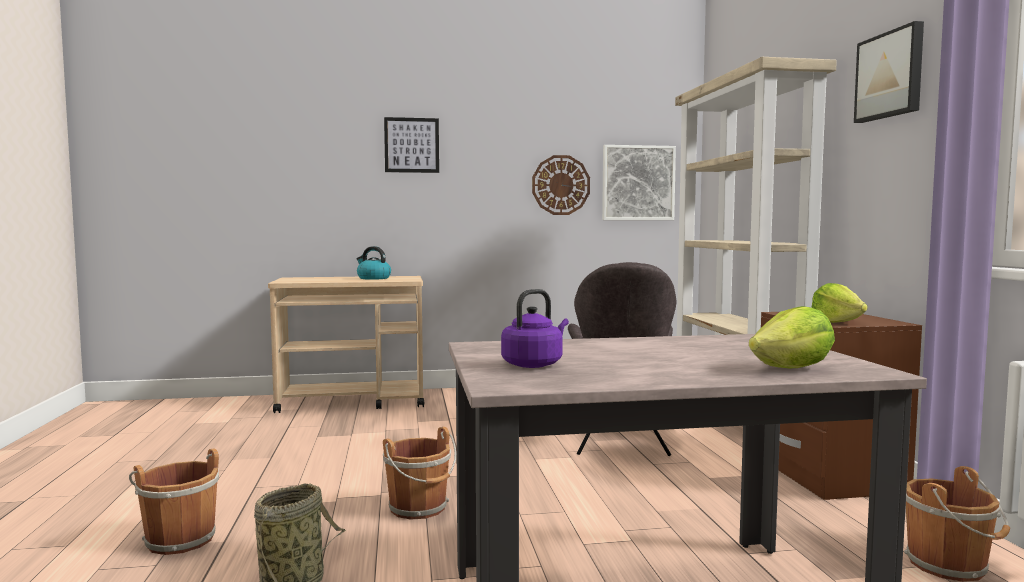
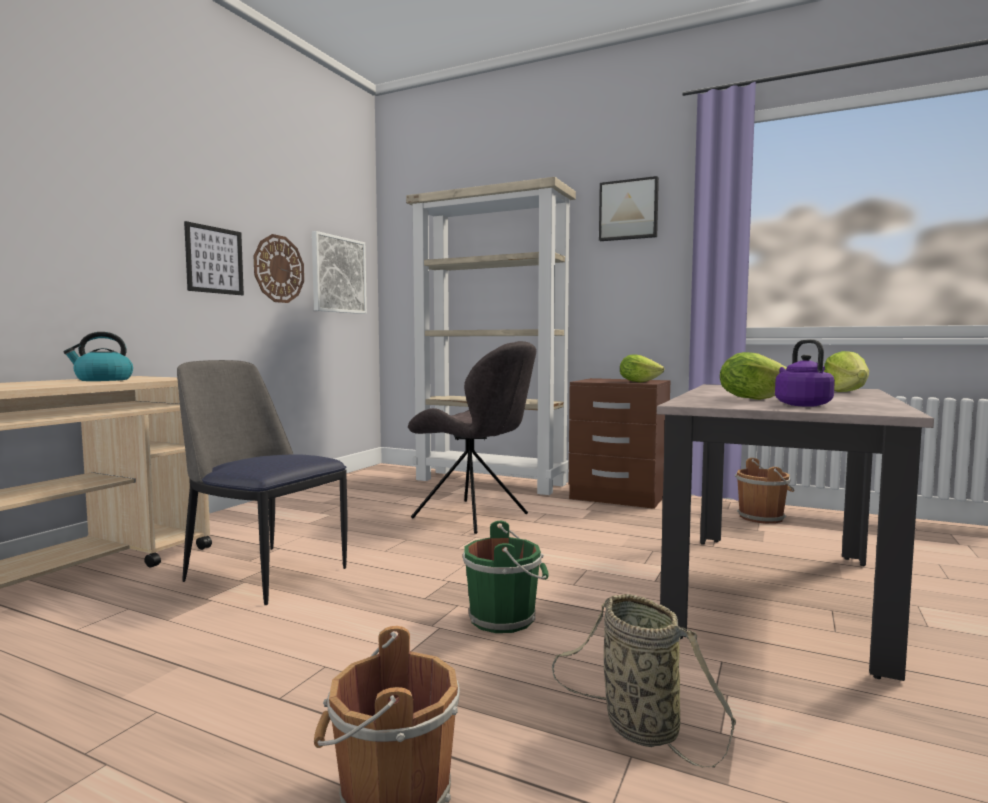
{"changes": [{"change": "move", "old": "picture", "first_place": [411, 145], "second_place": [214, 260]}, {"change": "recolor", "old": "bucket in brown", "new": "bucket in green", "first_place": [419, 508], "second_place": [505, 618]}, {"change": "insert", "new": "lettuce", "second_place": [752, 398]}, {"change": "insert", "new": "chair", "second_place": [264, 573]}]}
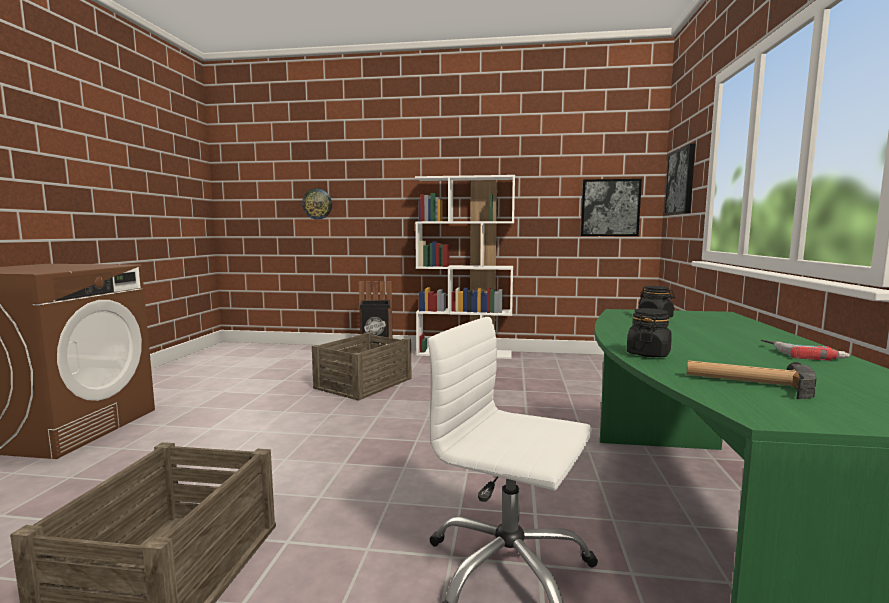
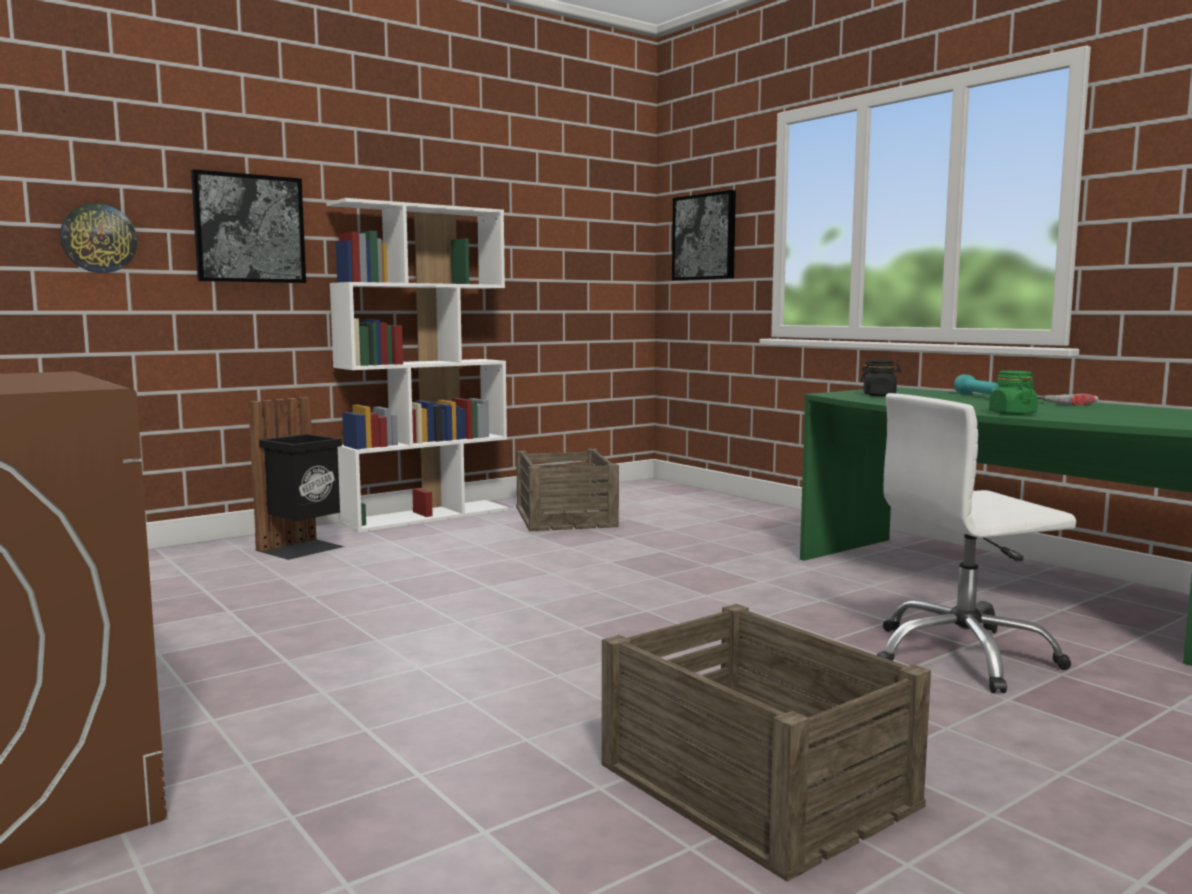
{"changes": [{"change": "move", "old": "picture", "first_place": [610, 208], "second_place": [249, 229]}, {"change": "recolor", "old": "jar in black", "new": "jar in green", "first_place": [648, 354], "second_place": [1012, 413]}, {"change": "move", "old": "crate", "first_place": [364, 383], "second_place": [566, 516]}, {"change": "delete", "old": "hammer", "first_place": [747, 382]}, {"change": "insert", "new": "flashlight in turquoise", "second_place": [979, 396]}]}
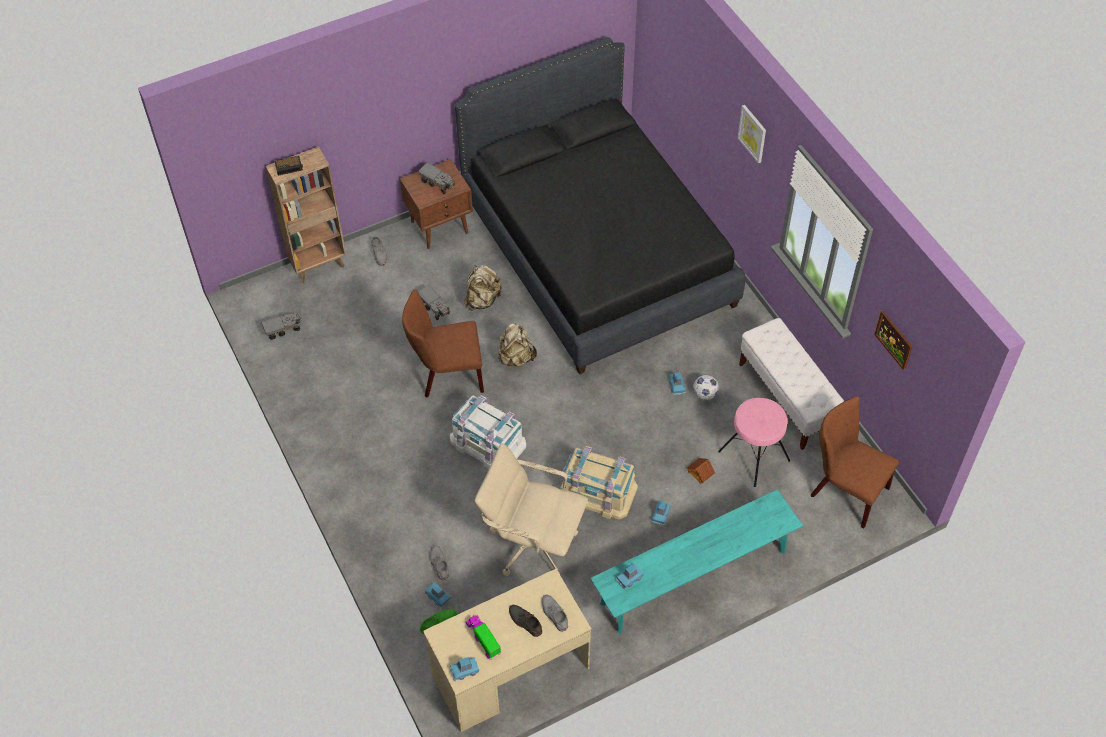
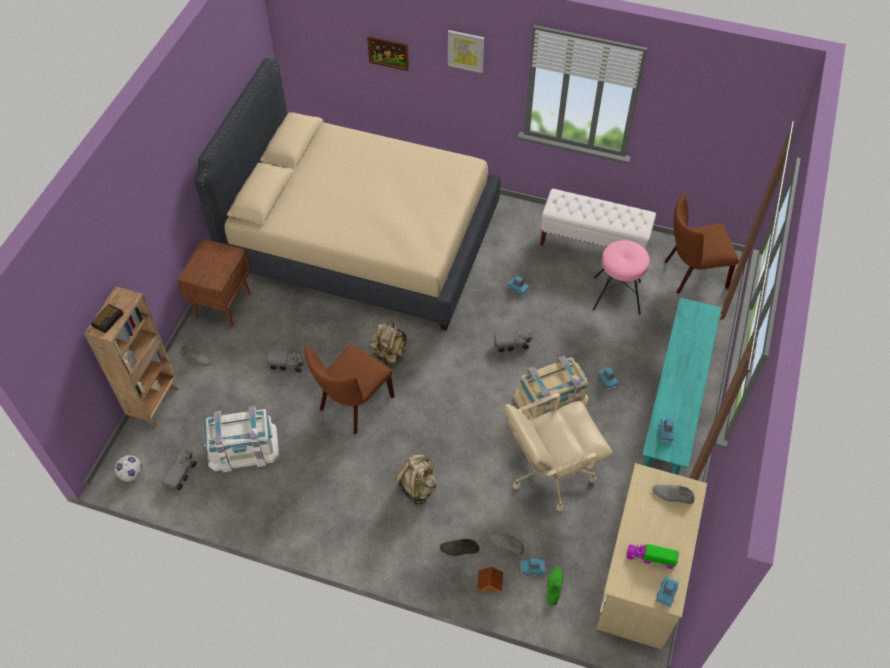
{"changes": [{"change": "recolor", "old": "bed in black", "new": "bed in beige", "first_place": [598, 252], "second_place": [362, 239]}, {"change": "move", "old": "toy truck", "first_place": [438, 183], "second_place": [512, 344]}, {"change": "move", "old": "backpack in beige", "first_place": [482, 300], "second_place": [418, 486]}, {"change": "move", "old": "picture", "first_place": [893, 340], "second_place": [388, 53]}, {"change": "move", "old": "football", "first_place": [705, 394], "second_place": [132, 474]}, {"change": "move", "old": "storage box in white", "first_place": [487, 442], "second_place": [243, 447]}, {"change": "move", "old": "toy house", "first_place": [700, 473], "second_place": [489, 583]}, {"change": "move", "old": "shoe in grey", "first_place": [525, 621], "second_place": [459, 549]}]}
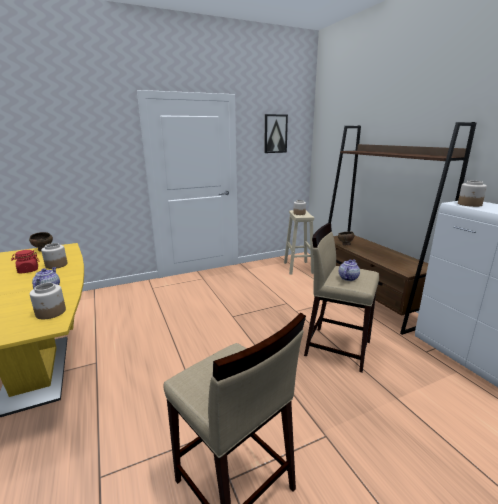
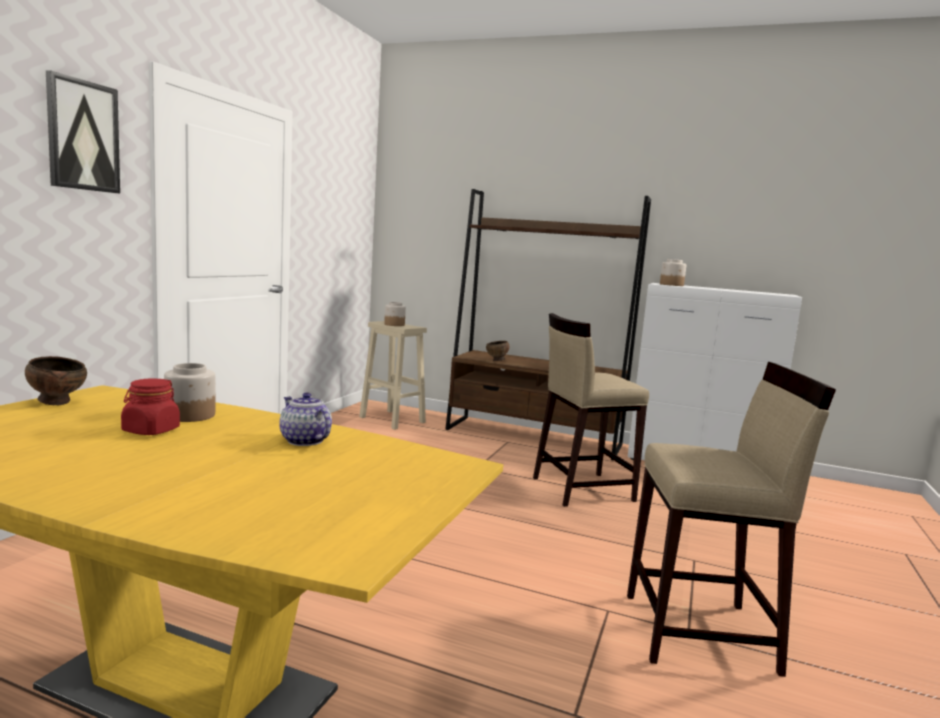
{"changes": [{"change": "move", "old": "picture", "first_place": [275, 133], "second_place": [83, 135]}, {"change": "delete", "old": "teapot", "first_place": [348, 278]}, {"change": "delete", "old": "jar", "first_place": [51, 312]}]}
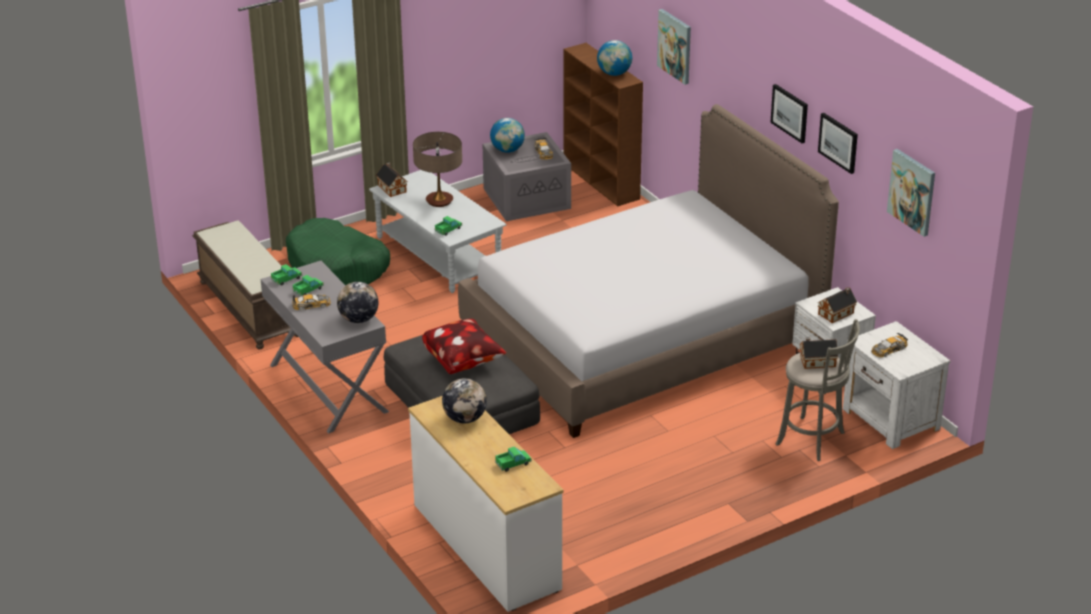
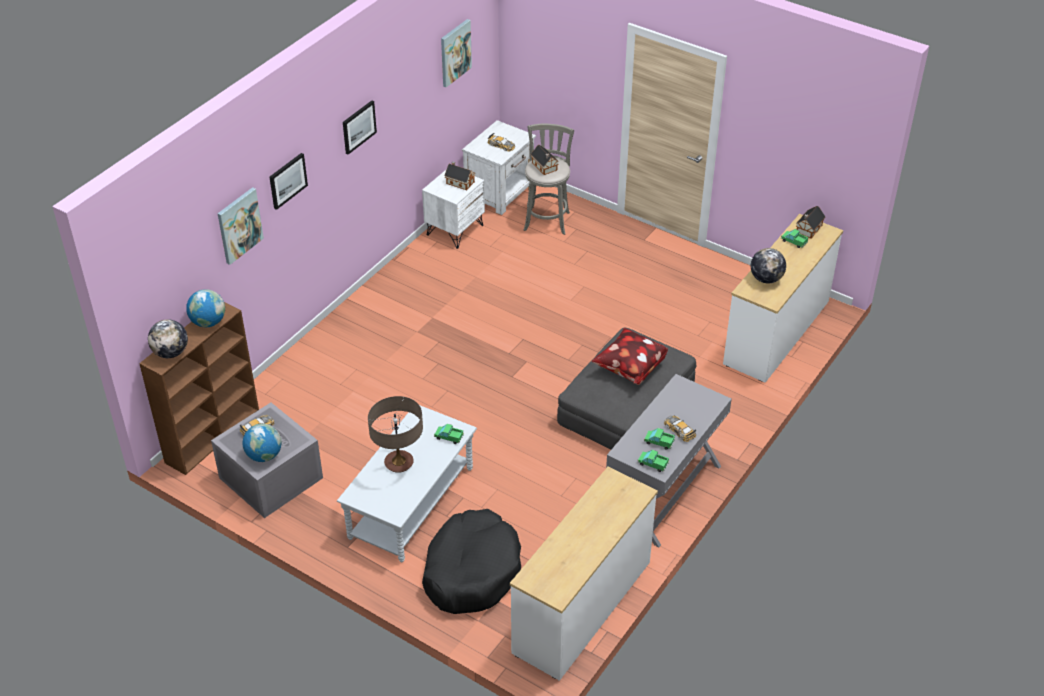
{"changes": [{"change": "delete", "old": "bed", "first_place": [643, 338]}, {"change": "move", "old": "picture", "first_place": [838, 142], "second_place": [287, 180]}, {"change": "move", "old": "toy house", "first_place": [392, 188], "second_place": [808, 229]}, {"change": "recolor", "old": "dog bed in green", "new": "dog bed in black", "first_place": [338, 267], "second_place": [471, 571]}, {"change": "replace", "old": "bench in brown", "new": "dresser in white", "first_place": [248, 308], "second_place": [583, 607]}, {"change": "move", "old": "globe", "first_place": [358, 319], "second_place": [171, 353]}]}
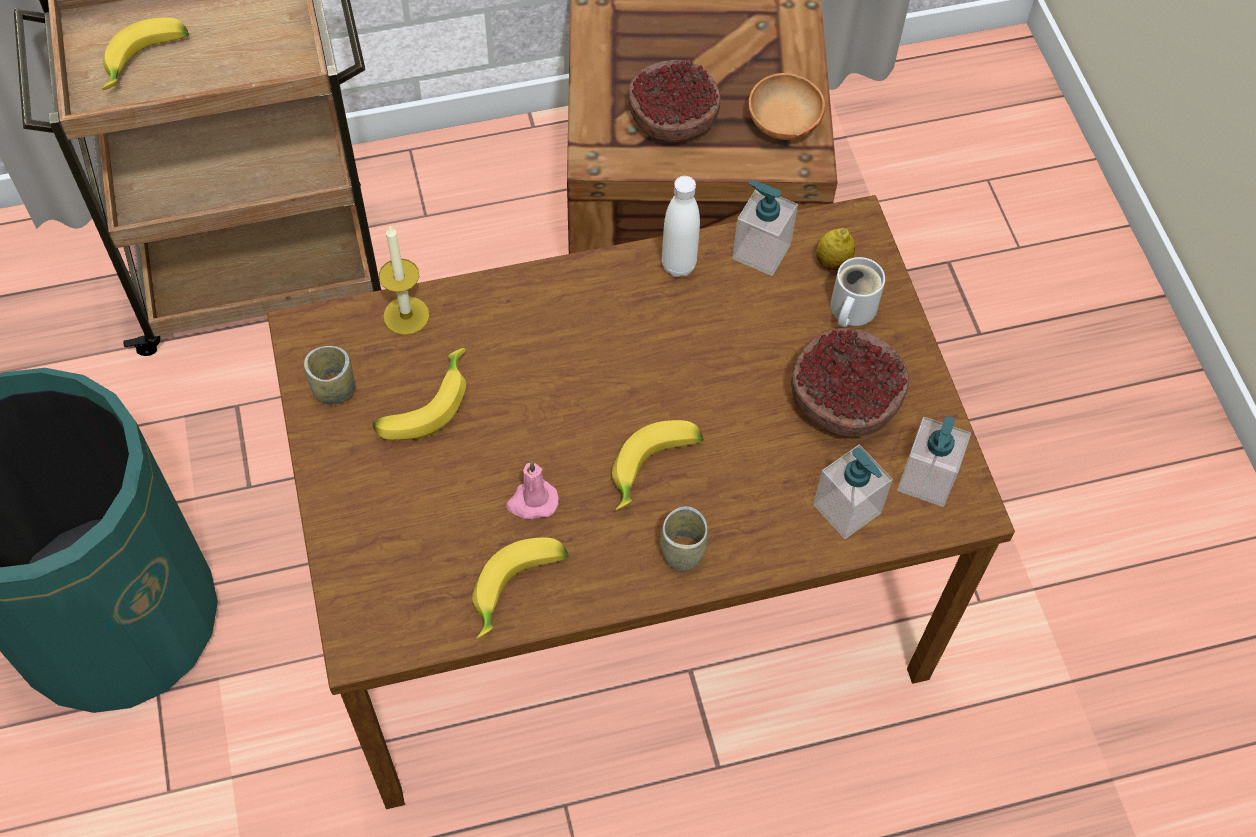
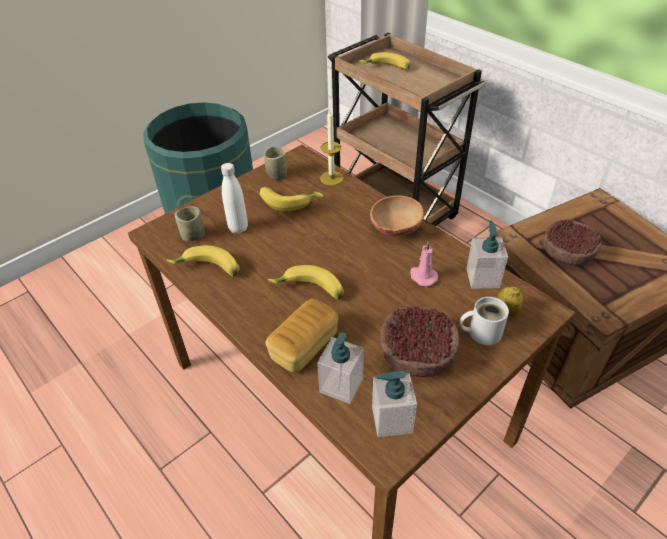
{"changes": [{"change": "move", "old": "bowl in brown", "first_place": [782, 125], "second_place": [394, 229]}, {"change": "move", "old": "bottle in white", "first_place": [678, 265], "second_place": [238, 228]}, {"change": "move", "old": "candle in pink", "first_place": [532, 502], "second_place": [422, 276]}, {"change": "move", "old": "cup", "first_place": [682, 552], "second_place": [193, 235]}, {"change": "insert", "new": "bread", "second_place": [304, 346]}]}
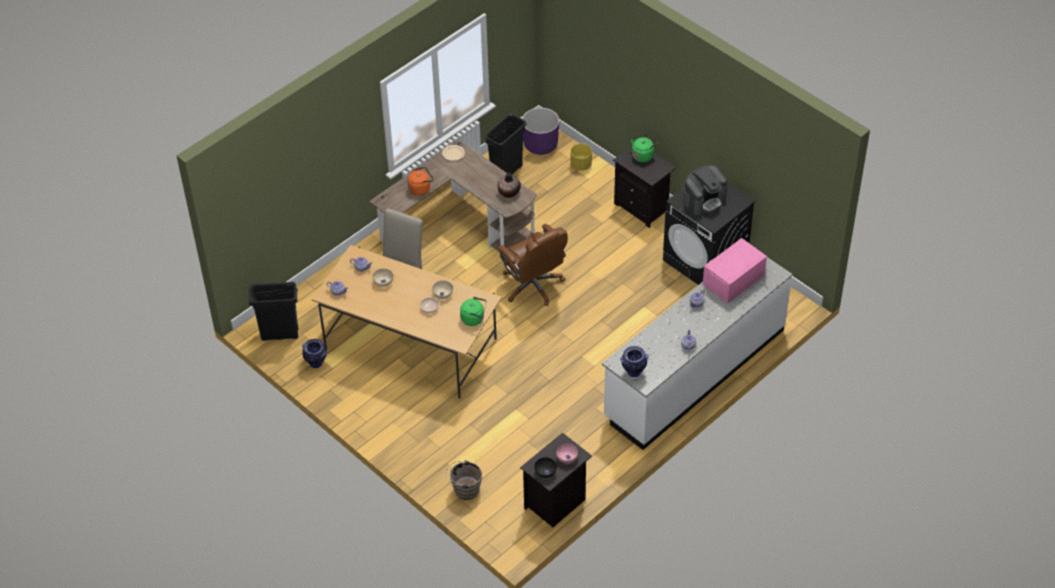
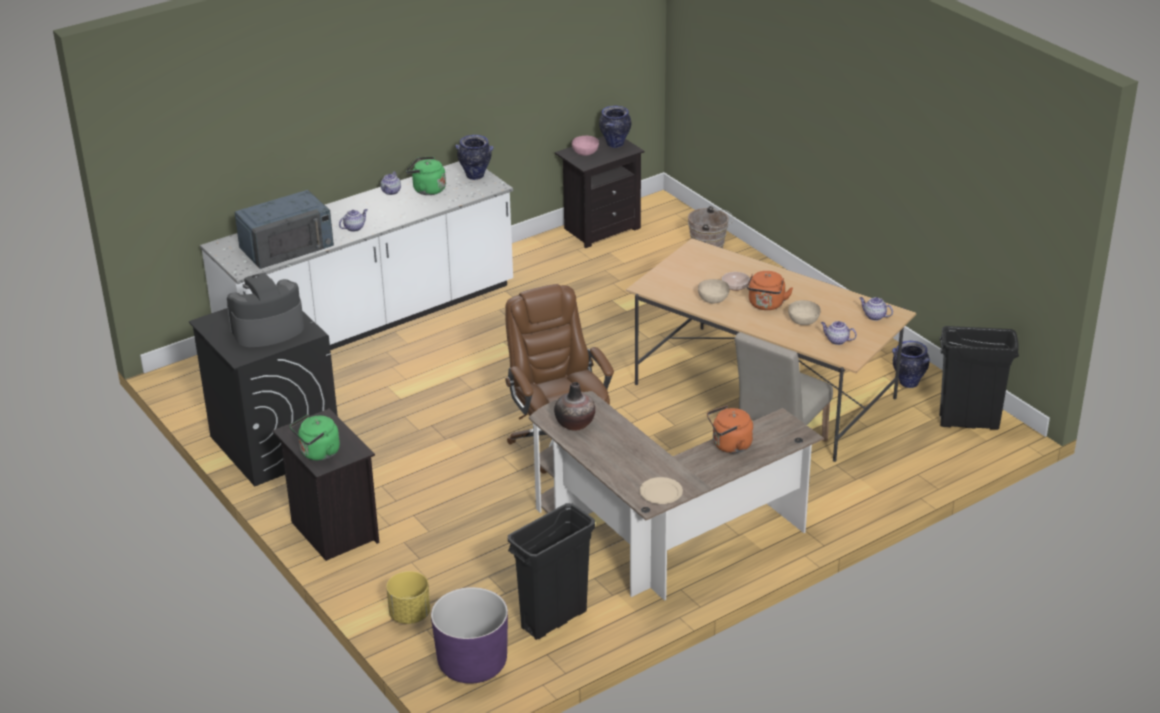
{"changes": [{"change": "recolor", "old": "microwave in pink", "new": "microwave in blue", "first_place": [733, 280], "second_place": [287, 246]}, {"change": "move", "old": "kettle in green", "first_place": [474, 319], "second_place": [427, 189]}, {"change": "replace", "old": "bowl in black", "new": "vase", "first_place": [545, 472], "second_place": [615, 144]}, {"change": "insert", "new": "kettle in orange", "second_place": [766, 305]}]}
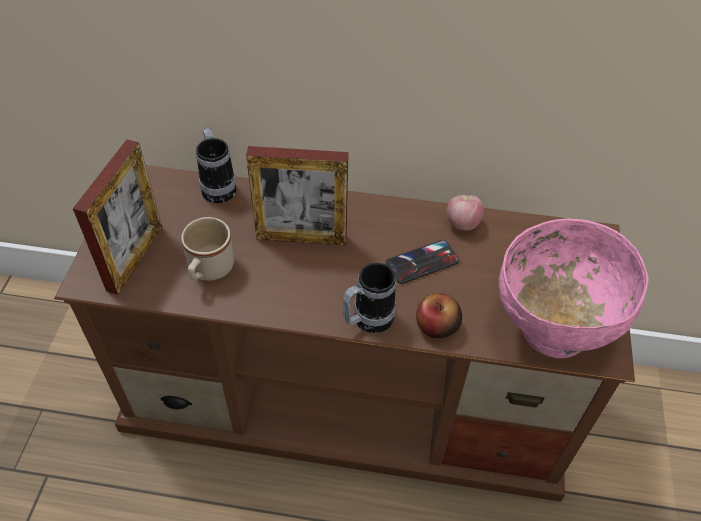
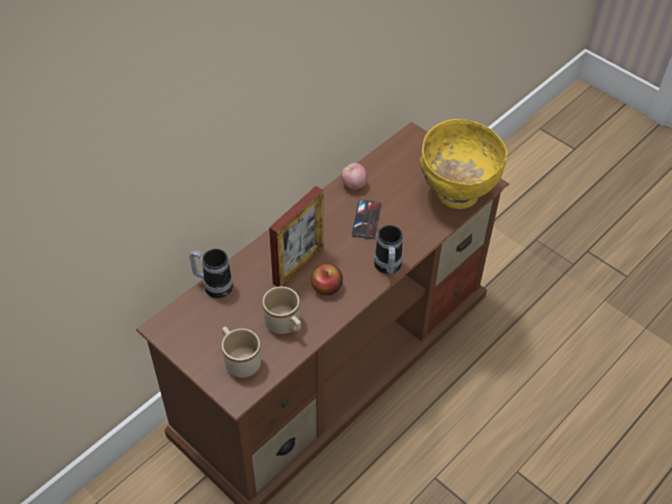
{"changes": [{"change": "replace", "old": "picture frame", "new": "mug in beige", "first_place": [135, 258], "second_place": [239, 360]}, {"change": "recolor", "old": "bowl in pink", "new": "bowl in yellow", "first_place": [551, 329], "second_place": [456, 194]}, {"change": "move", "old": "apple", "first_place": [437, 326], "second_place": [327, 287]}]}
